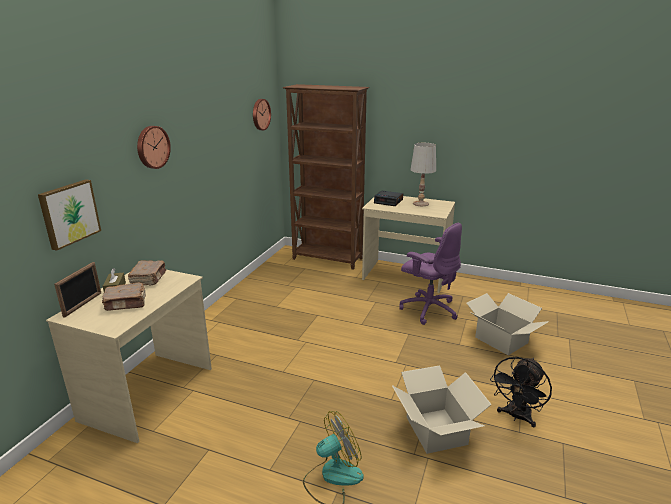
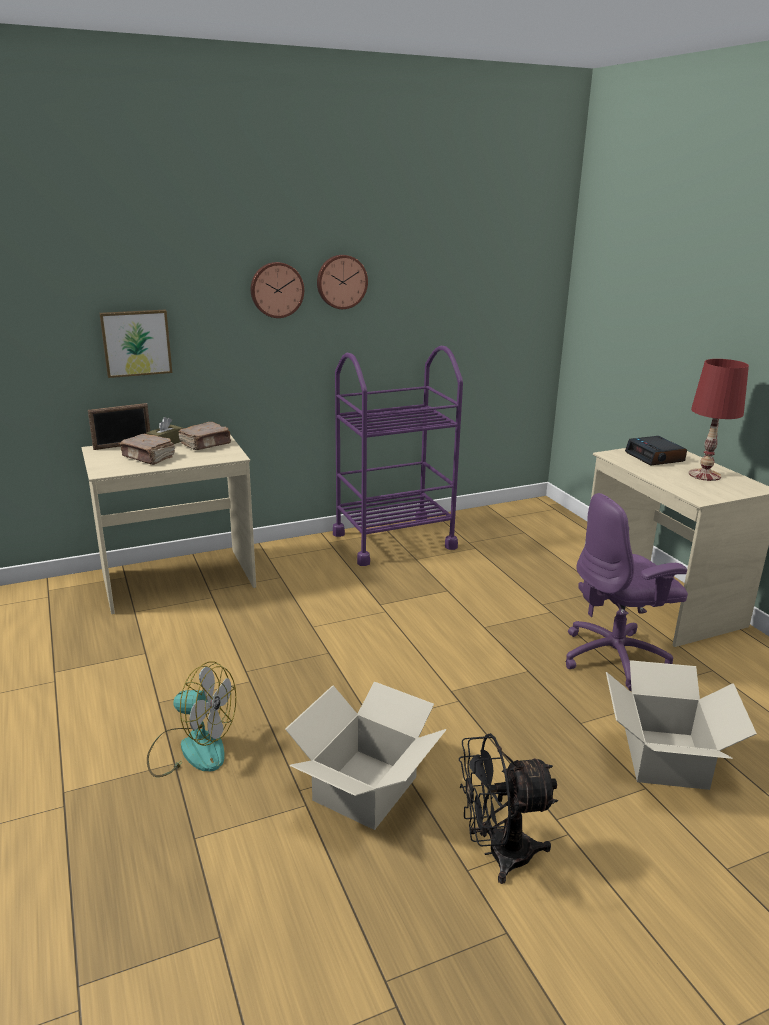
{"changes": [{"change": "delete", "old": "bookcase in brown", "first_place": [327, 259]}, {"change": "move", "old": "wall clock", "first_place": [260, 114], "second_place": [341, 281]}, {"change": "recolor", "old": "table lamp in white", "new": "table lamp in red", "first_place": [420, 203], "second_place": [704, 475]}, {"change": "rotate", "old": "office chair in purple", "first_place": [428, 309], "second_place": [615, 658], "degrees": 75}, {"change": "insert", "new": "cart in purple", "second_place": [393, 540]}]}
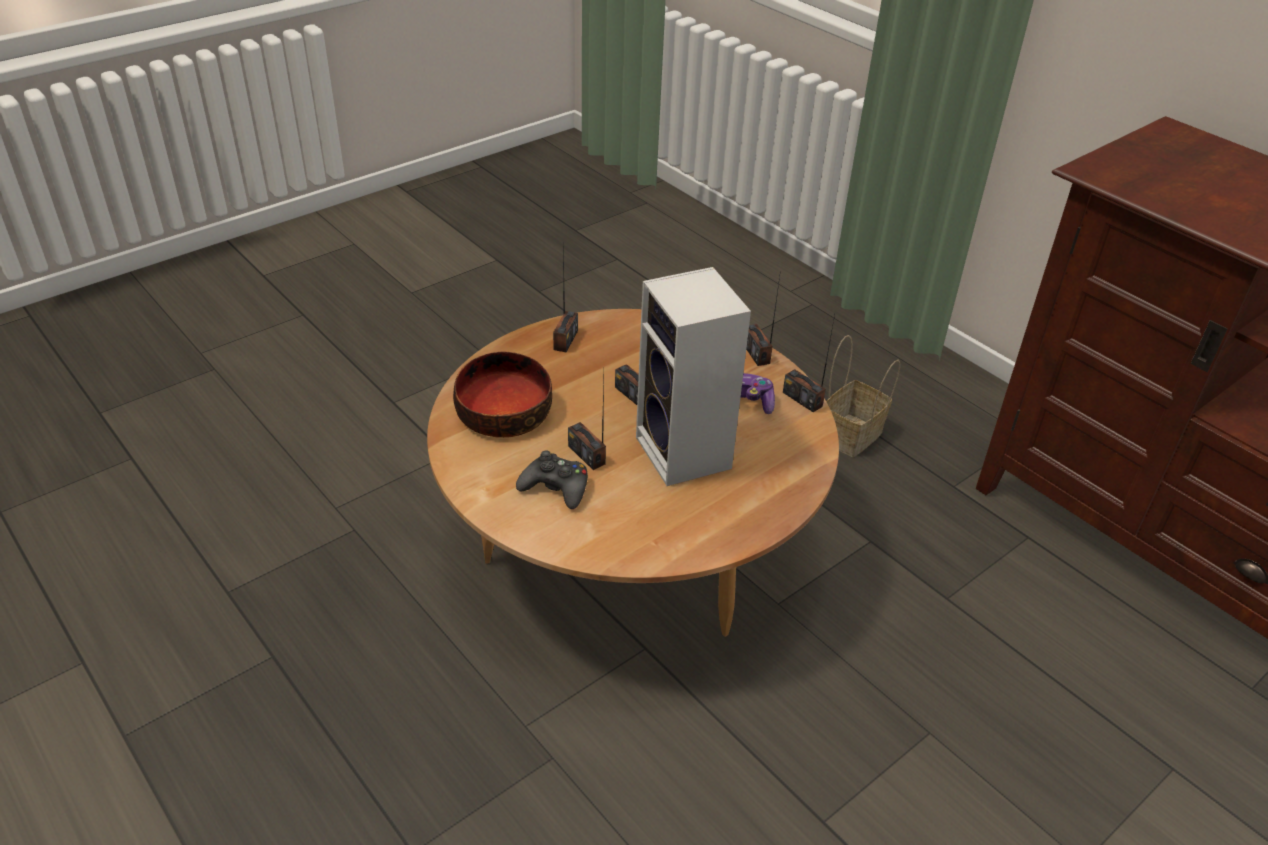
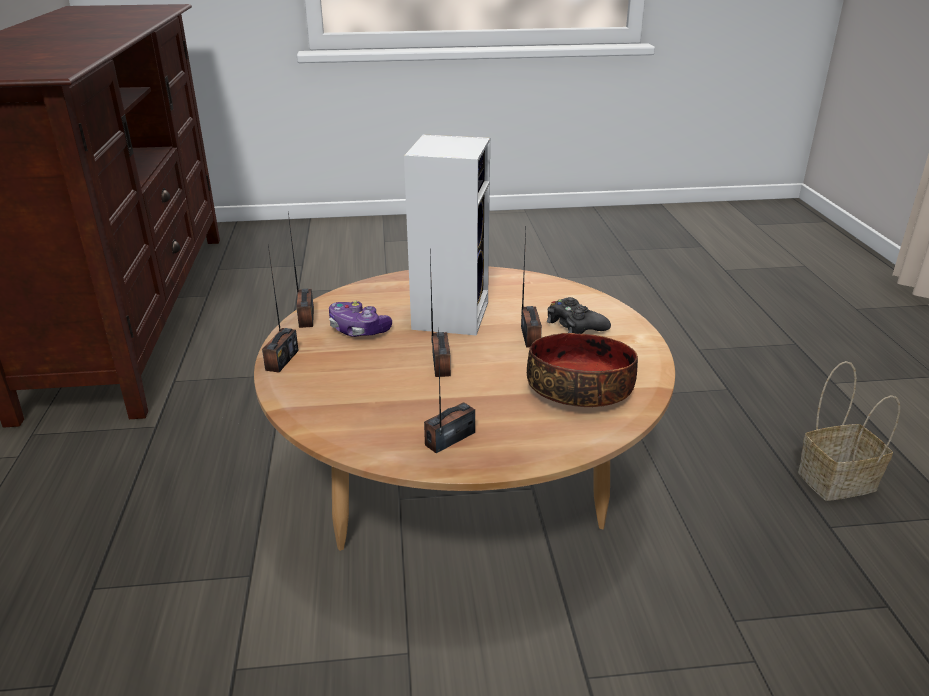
{"changes": [{"change": "move", "old": "basket", "first_place": [850, 437], "second_place": [837, 479]}]}
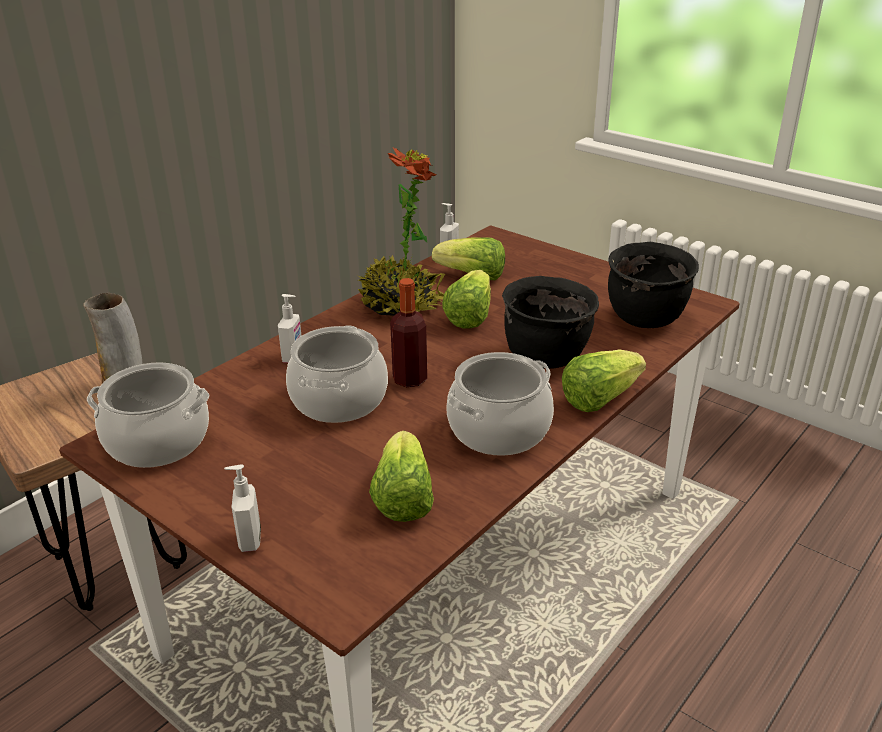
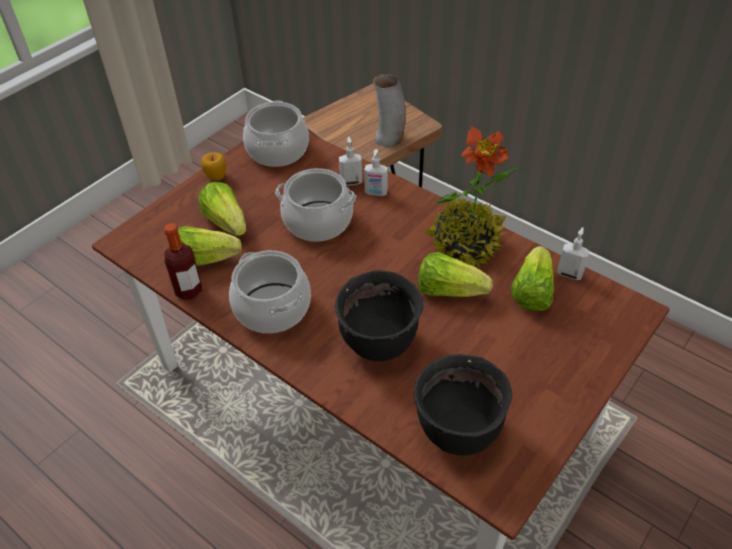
{"changes": [{"change": "move", "old": "bottle", "first_place": [410, 379], "second_place": [189, 291]}, {"change": "move", "old": "lettuce", "first_place": [599, 398], "second_place": [226, 222]}, {"change": "move", "old": "soap dispenser", "first_place": [249, 540], "second_place": [351, 182]}, {"change": "insert", "new": "apple", "second_place": [216, 177]}]}
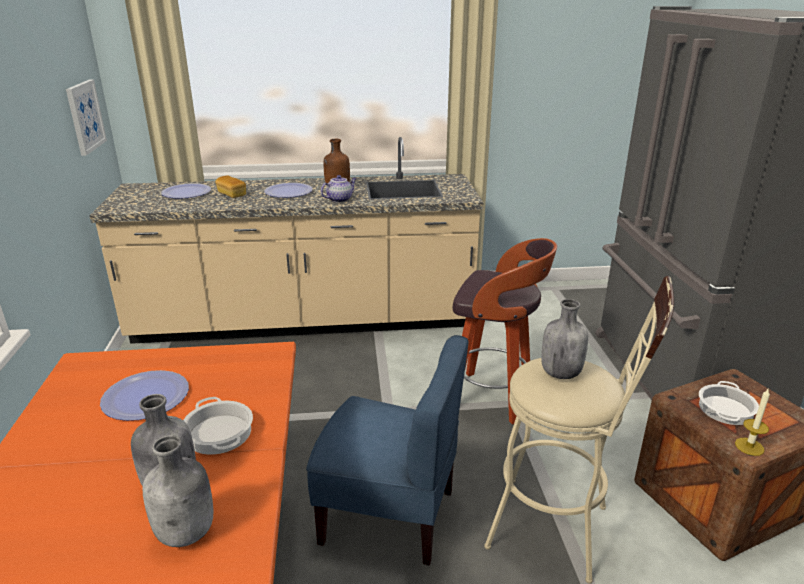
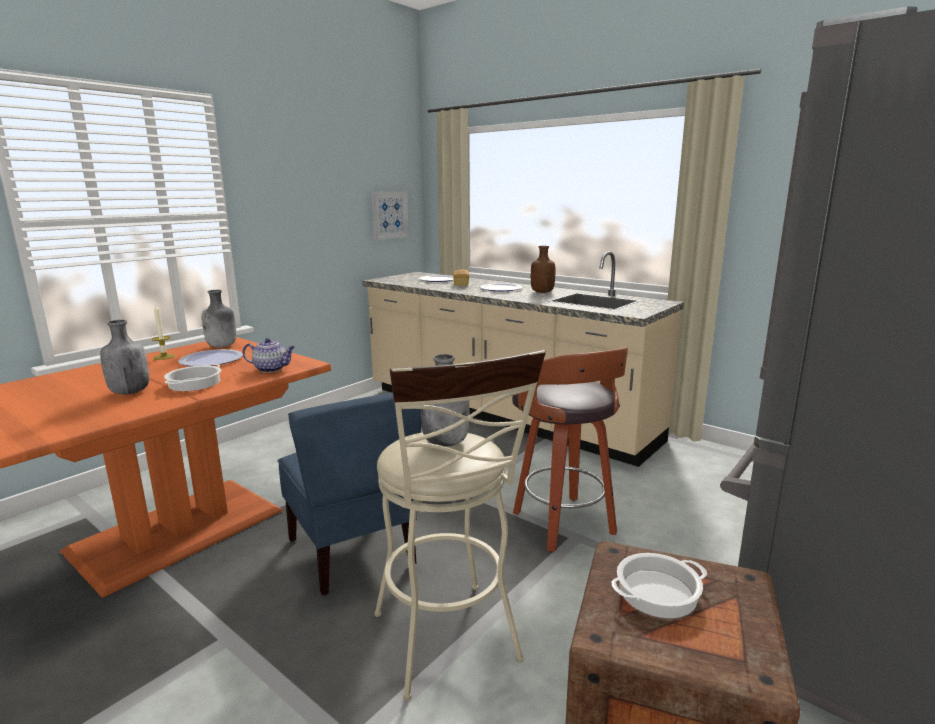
{"changes": [{"change": "move", "old": "teapot", "first_place": [339, 199], "second_place": [271, 369]}, {"change": "move", "old": "candle", "first_place": [749, 446], "second_place": [164, 357]}, {"change": "move", "old": "bottle in grey", "first_place": [187, 532], "second_place": [222, 346]}]}
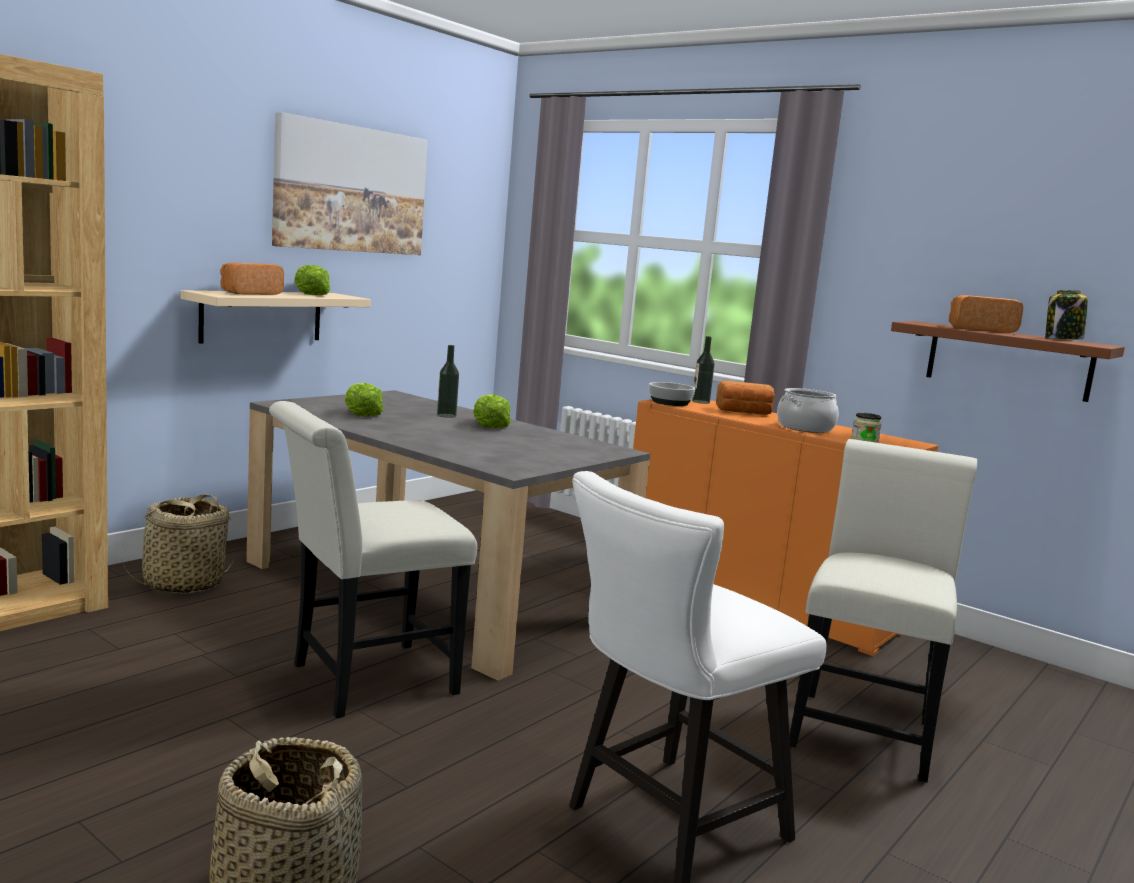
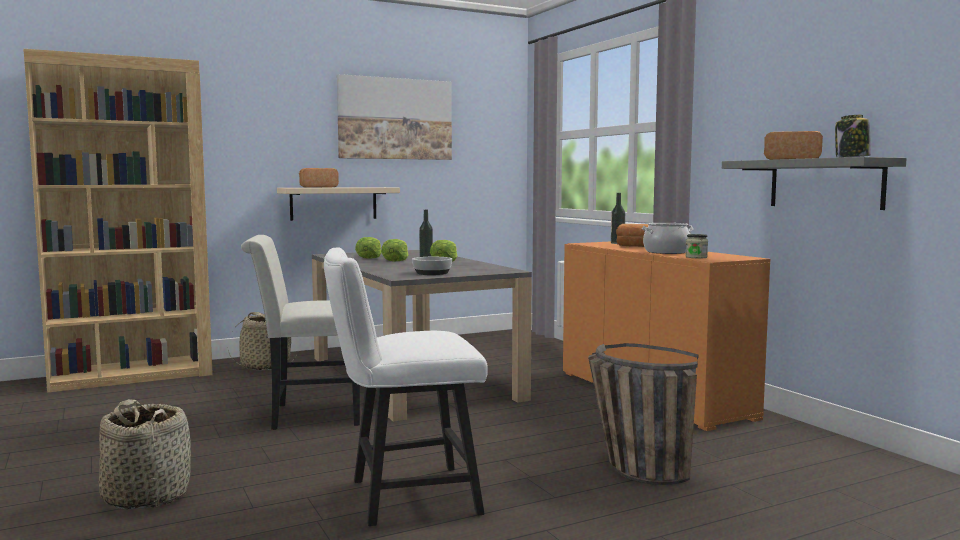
{"changes": [{"change": "move", "old": "lettuce", "first_place": [311, 294], "second_place": [395, 260]}, {"change": "recolor", "old": "shelf in brown", "new": "shelf in grey", "first_place": [1008, 361], "second_place": [825, 184]}, {"change": "move", "old": "bowl", "first_place": [670, 402], "second_place": [432, 273]}, {"change": "replace", "old": "chair in white", "new": "basket", "first_place": [863, 728], "second_place": [631, 468]}]}
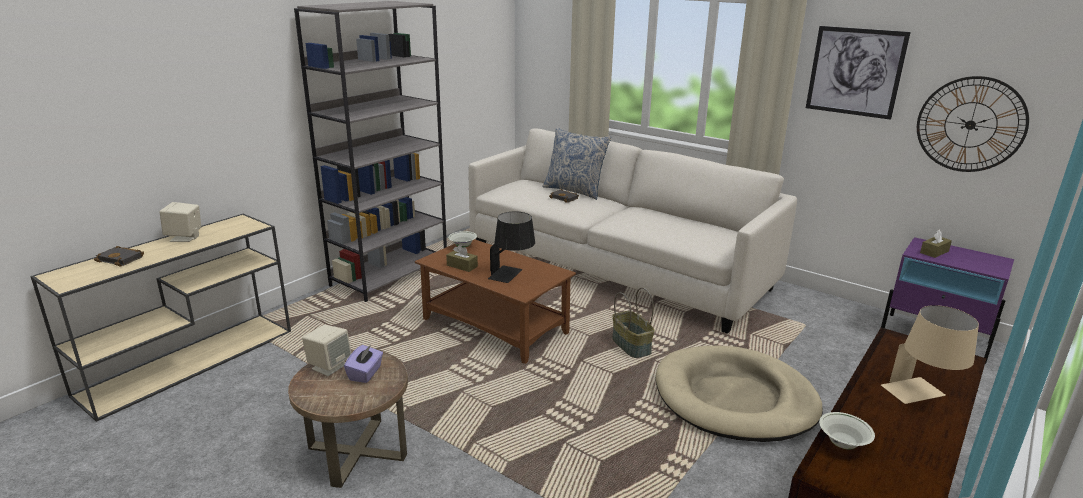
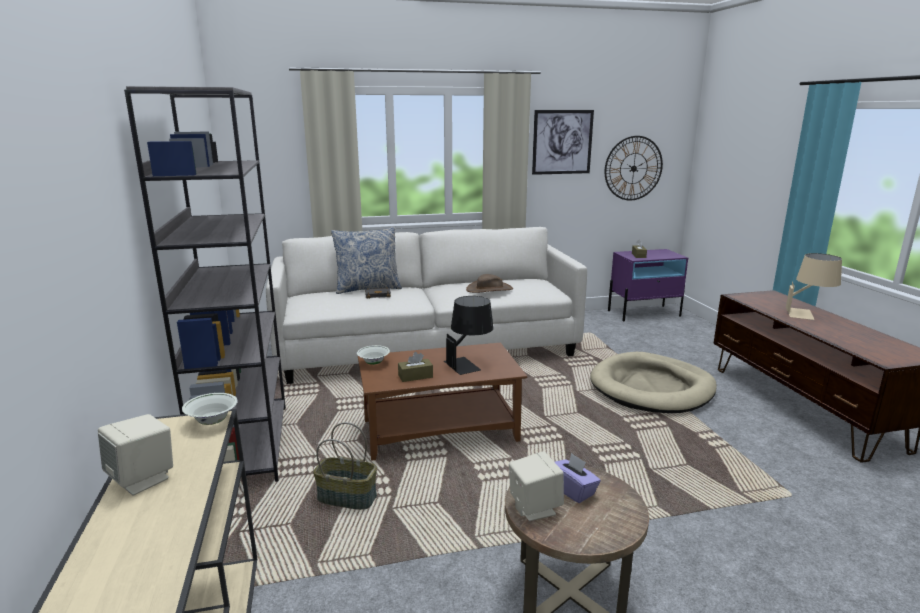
{"changes": [{"change": "delete", "old": "book in black", "first_place": [122, 259]}, {"change": "move", "old": "basket", "first_place": [632, 346], "second_place": [348, 497]}, {"change": "move", "old": "bowl in white", "first_place": [842, 444], "second_place": [212, 422]}, {"change": "insert", "new": "hat in brown", "second_place": [489, 289]}]}
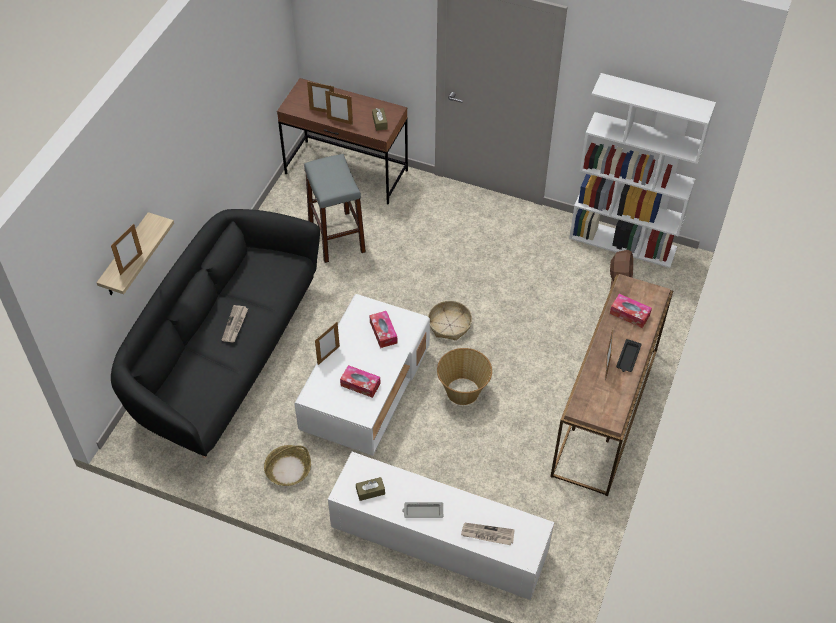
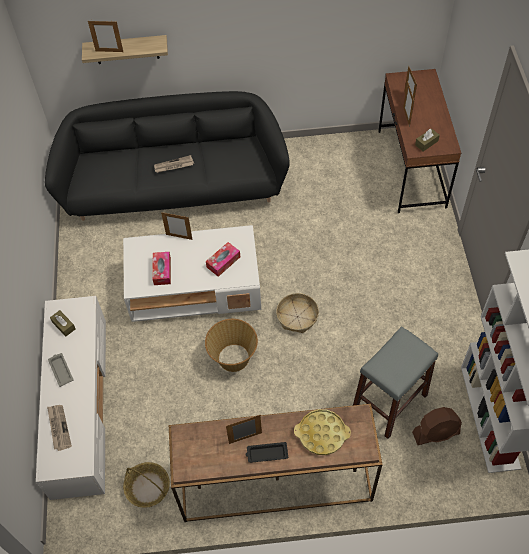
{"changes": [{"change": "move", "old": "stool in grey", "first_place": [336, 236], "second_place": [389, 402]}, {"change": "replace", "old": "tissue box", "new": "tray in yellow", "first_place": [629, 314], "second_place": [322, 434]}, {"change": "move", "old": "basket", "first_place": [288, 469], "second_place": [148, 487]}]}
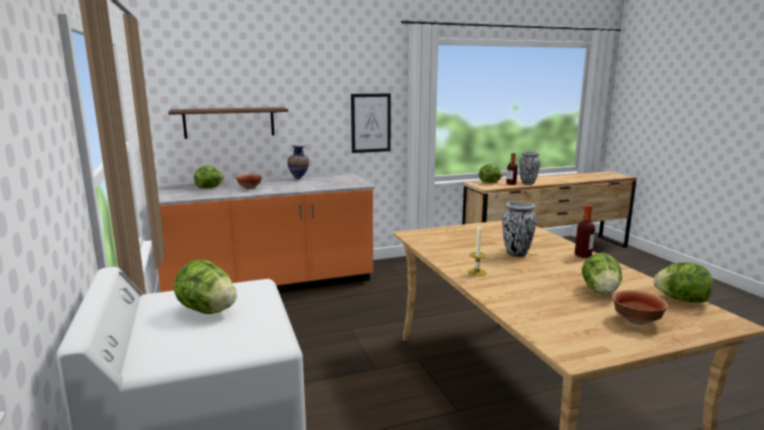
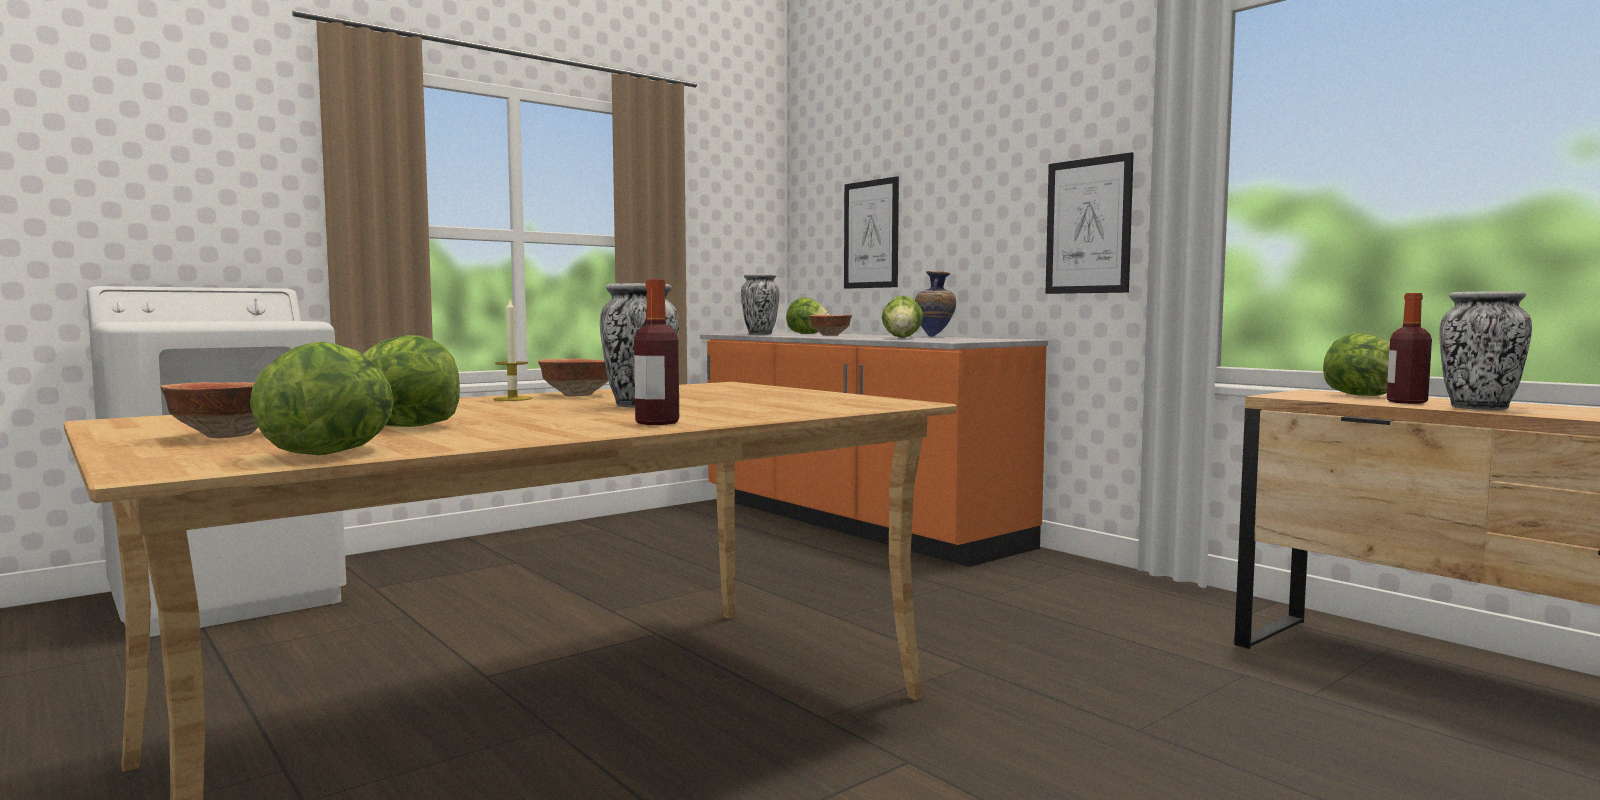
{"changes": [{"change": "replace", "old": "shelf", "new": "picture", "first_place": [229, 122], "second_place": [871, 234]}, {"change": "move", "old": "lettuce", "first_place": [208, 310], "second_place": [902, 338]}, {"change": "insert", "new": "vase", "second_place": [760, 334]}, {"change": "insert", "new": "bowl", "second_place": [577, 395]}]}
